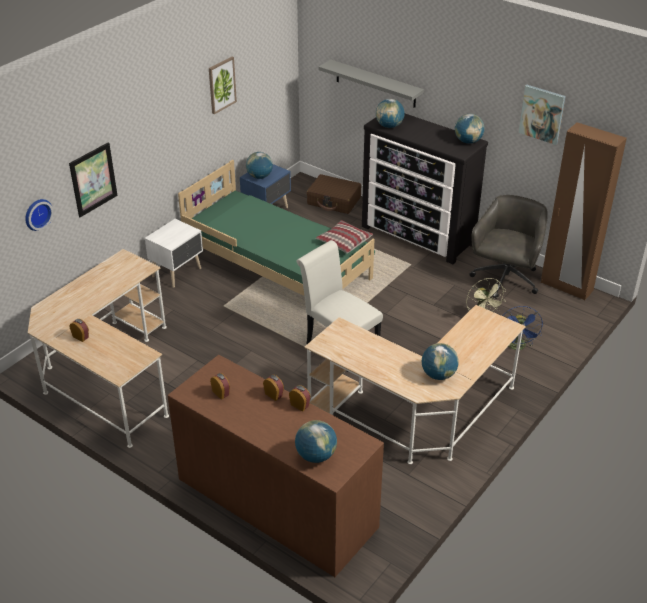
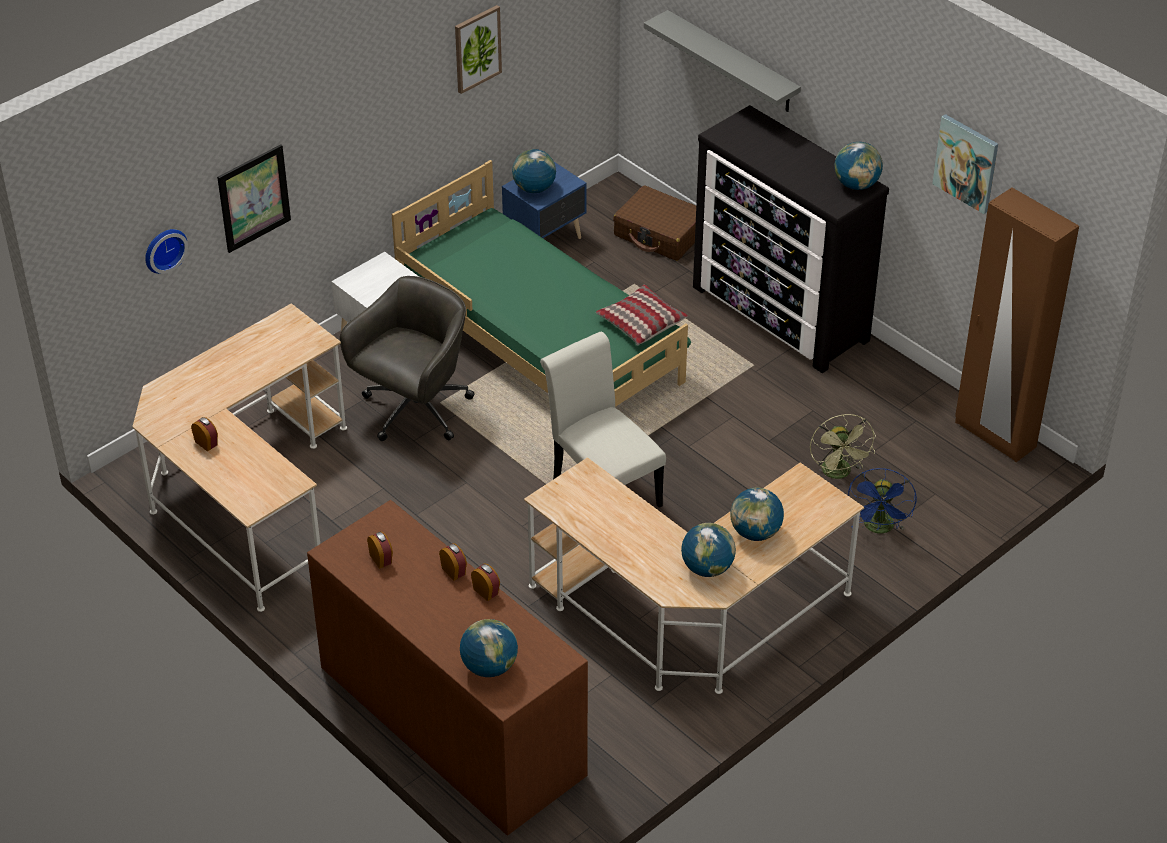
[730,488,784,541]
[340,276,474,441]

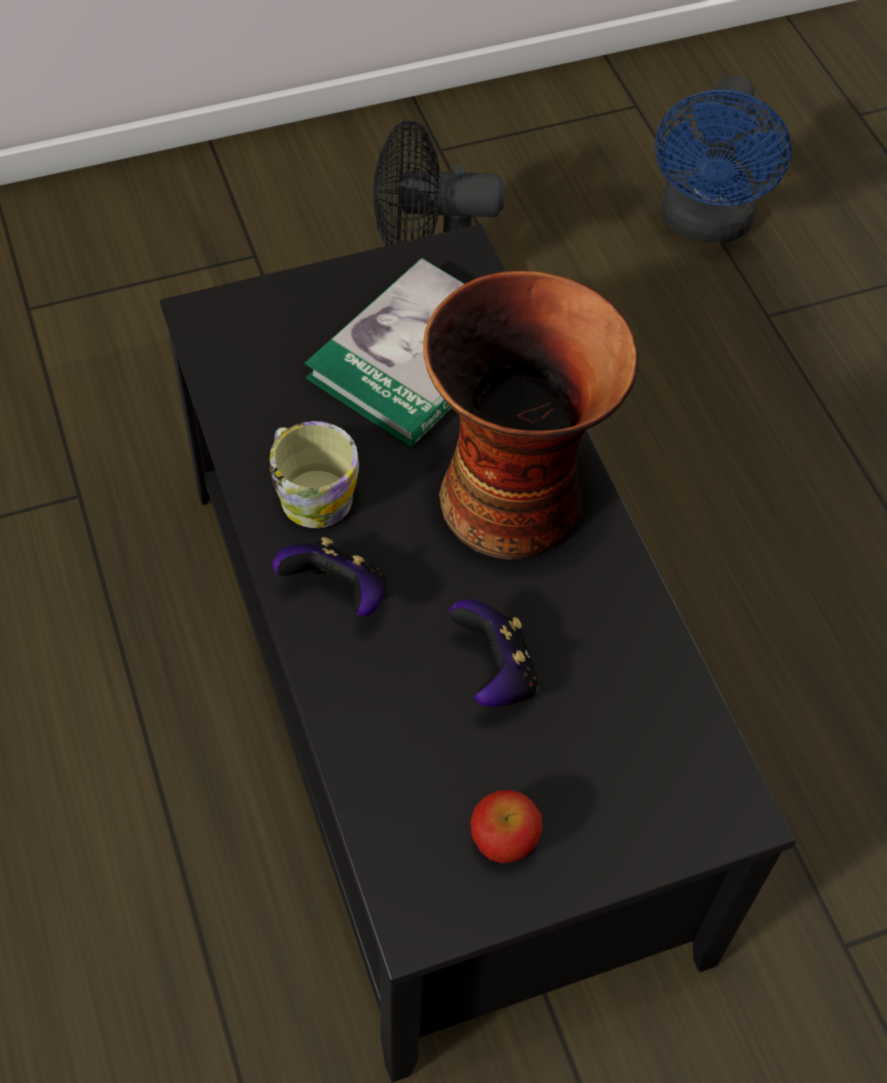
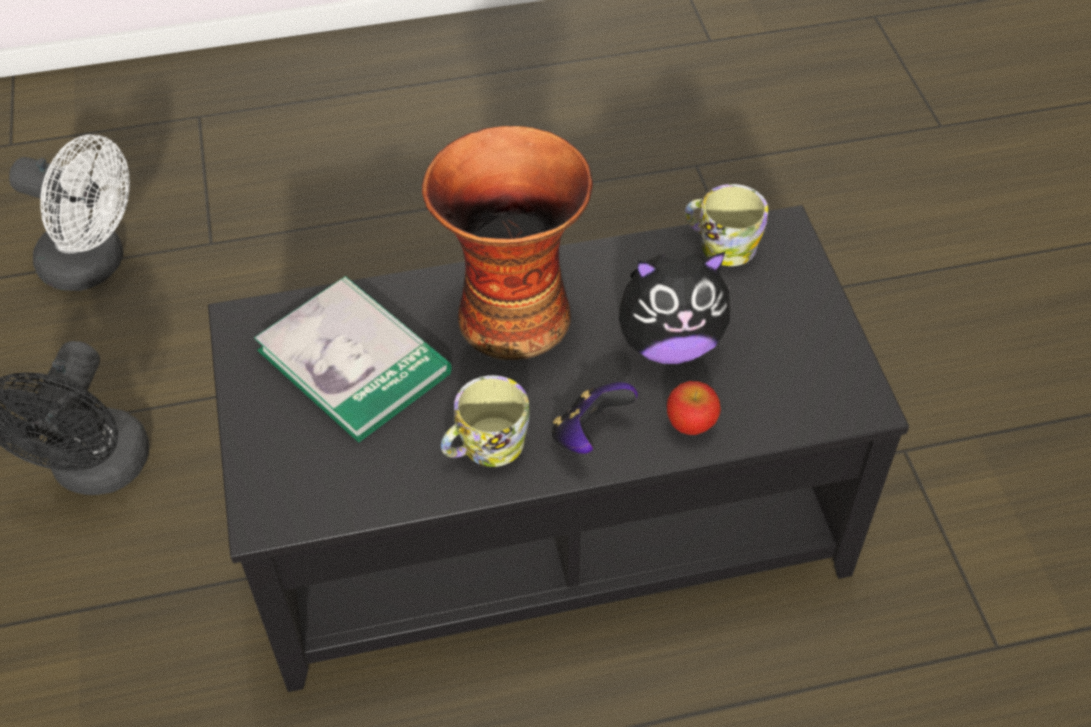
[619,251,731,364]
[667,381,721,435]
[9,135,130,291]
[685,184,768,266]

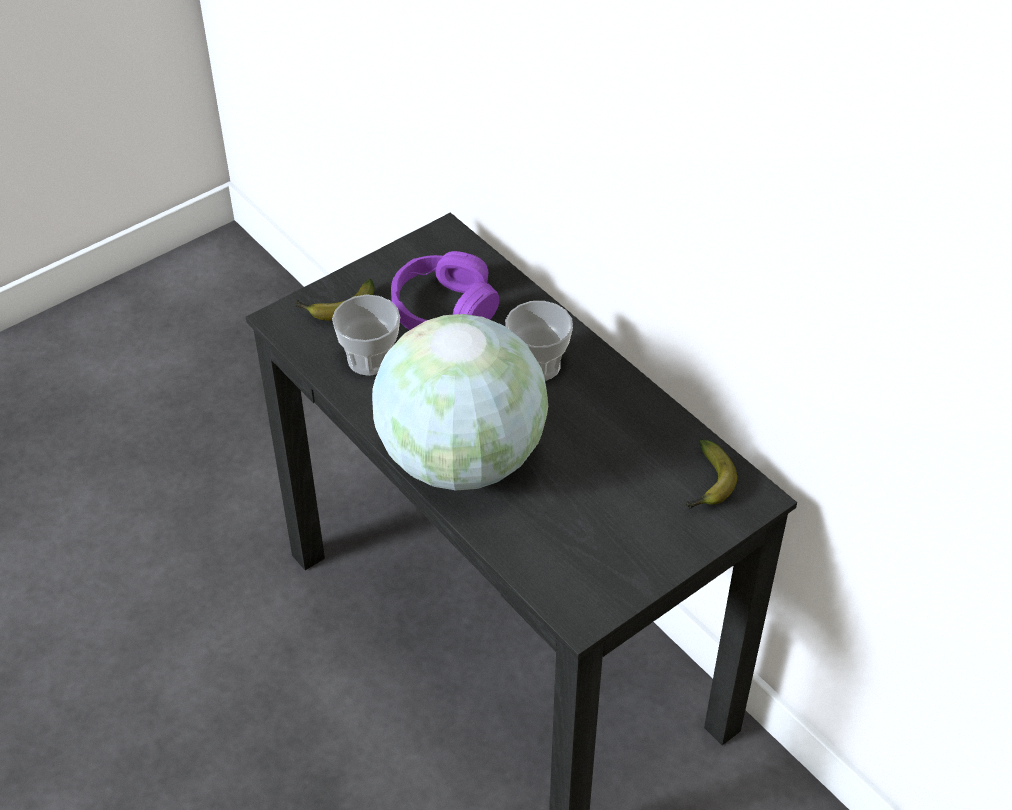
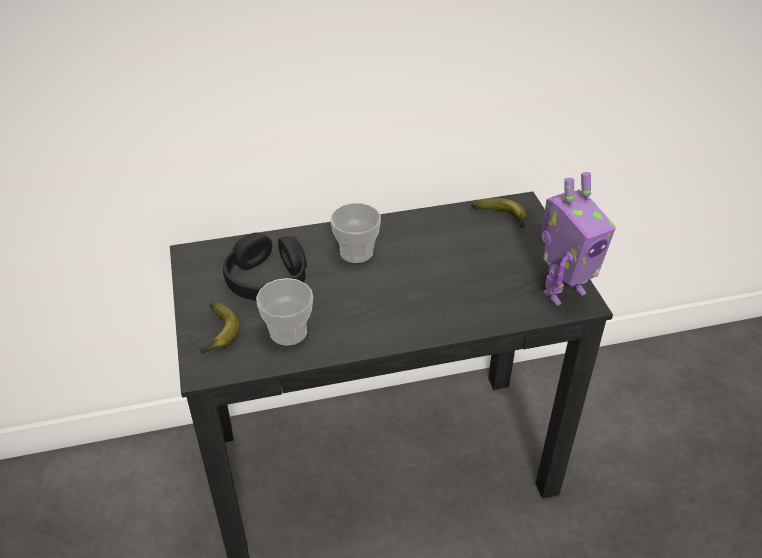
[372,314,548,490] (first image)
[223,233,307,300]
[541,172,616,306]

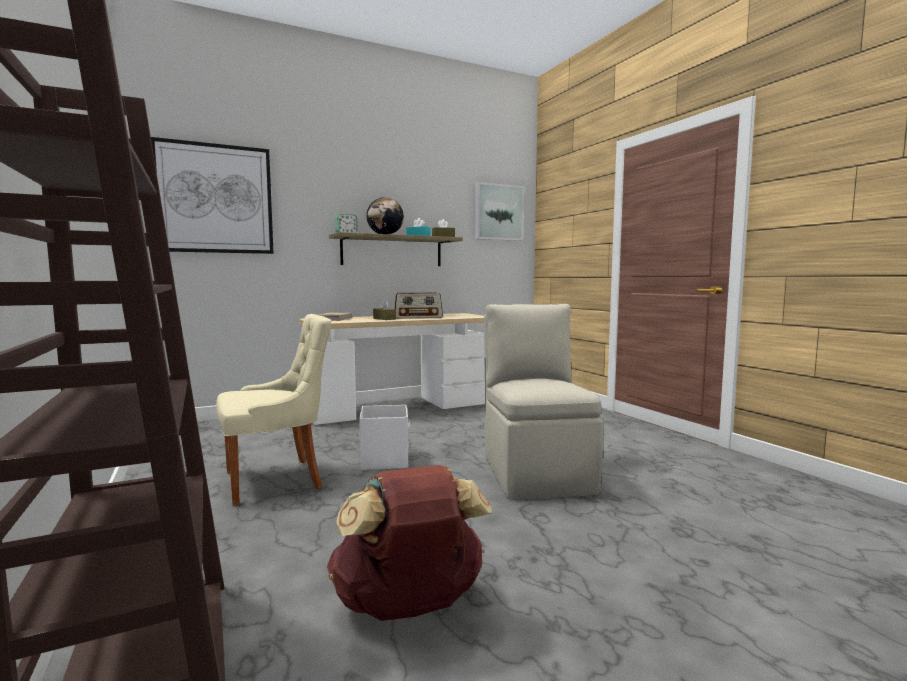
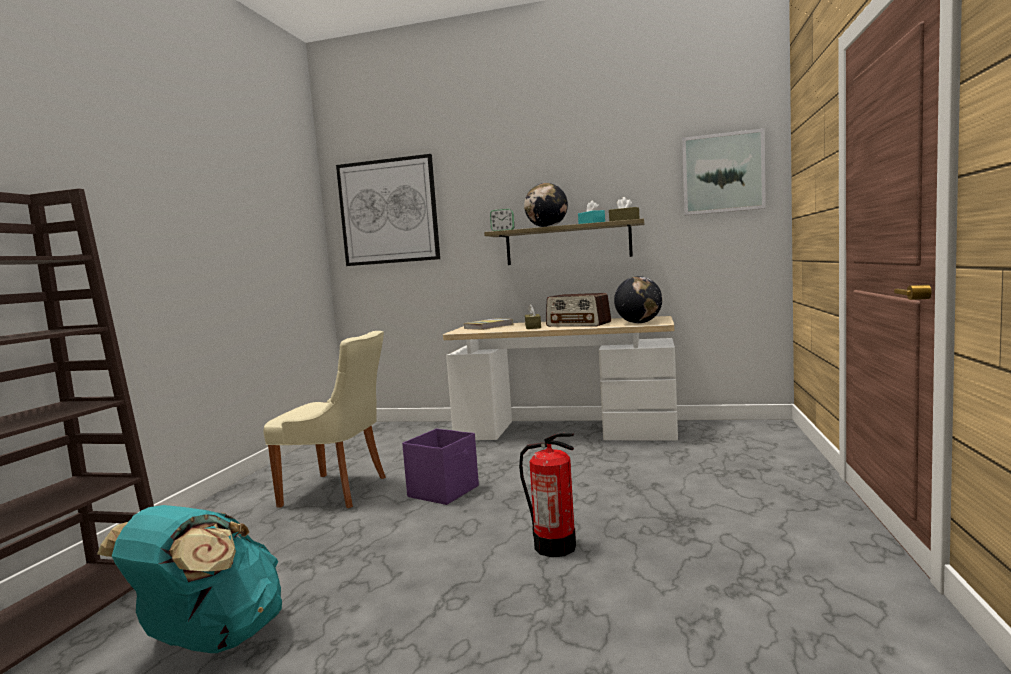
[97,505,282,653]
[402,428,479,505]
[519,433,576,557]
[614,276,662,323]

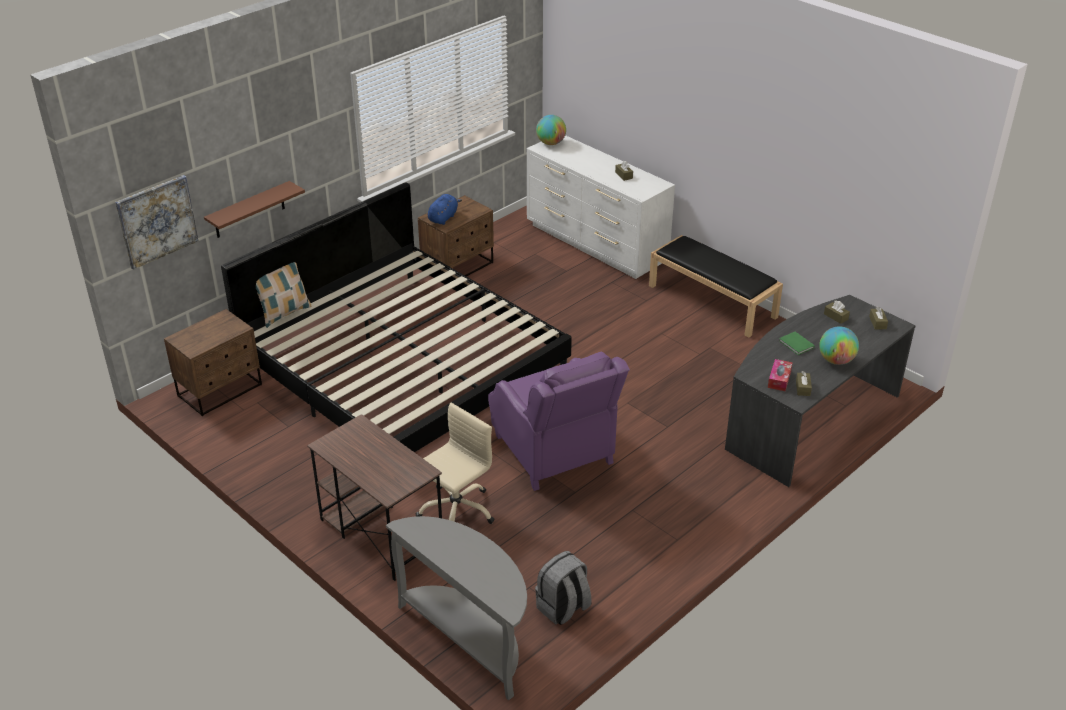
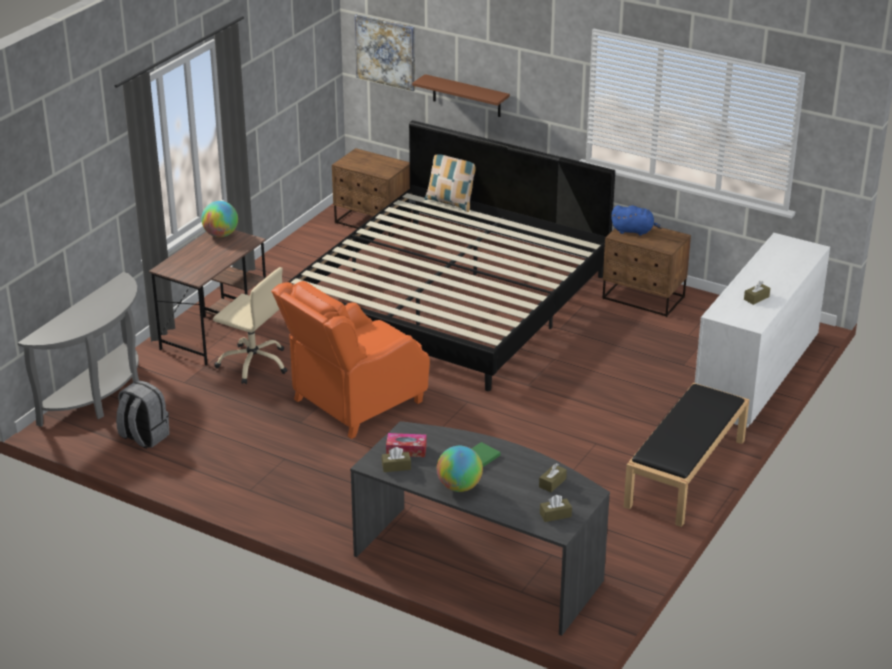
[271,281,430,439]
[201,201,238,237]

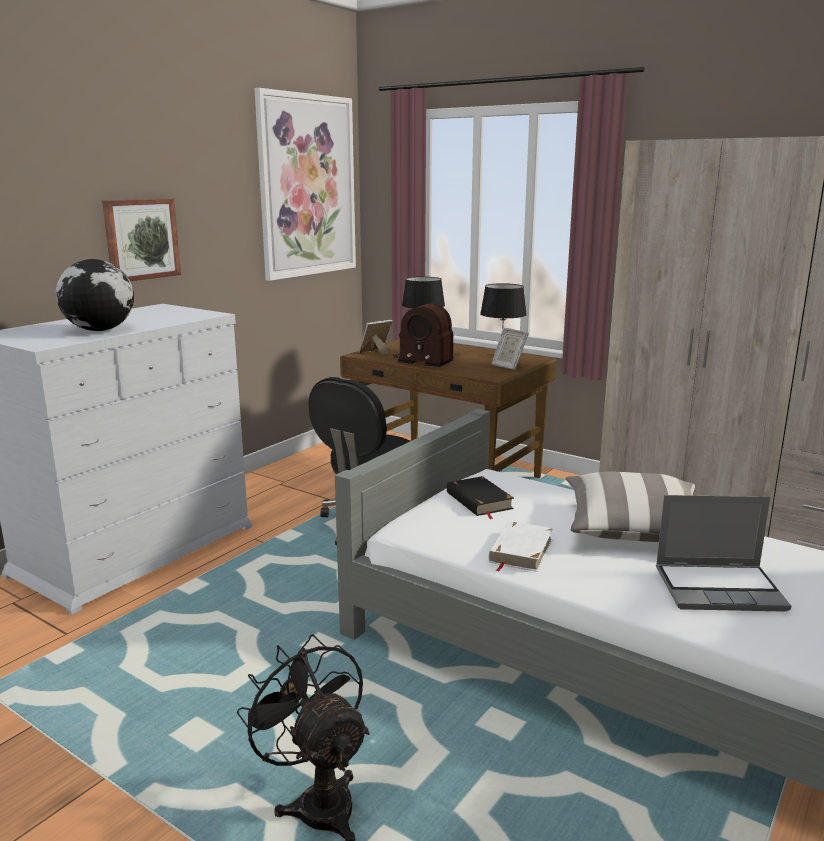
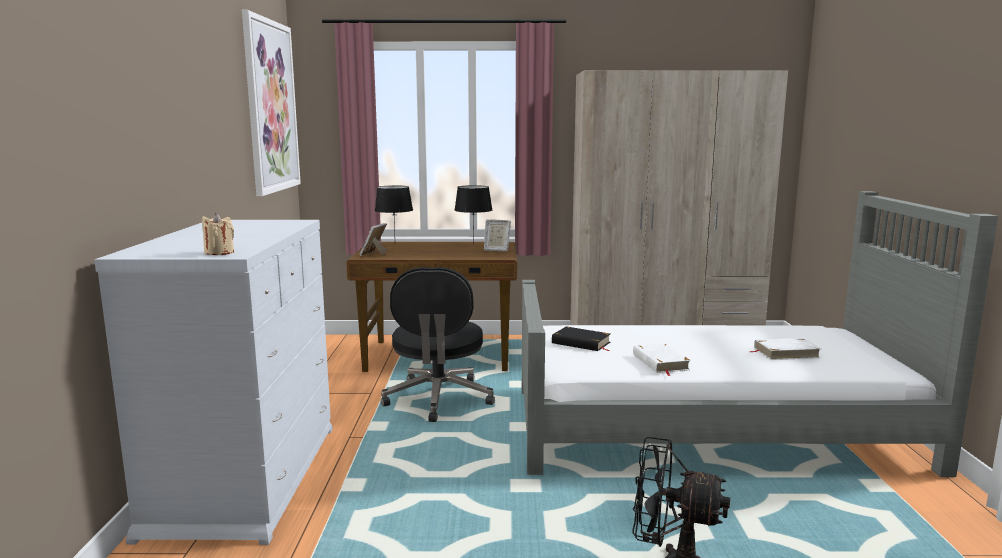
[56,259,134,331] (first image)
[102,198,181,281] (first image)
[393,303,454,367] (first image)
[566,471,695,542] (first image)
[749,338,821,360]
[202,213,234,255]

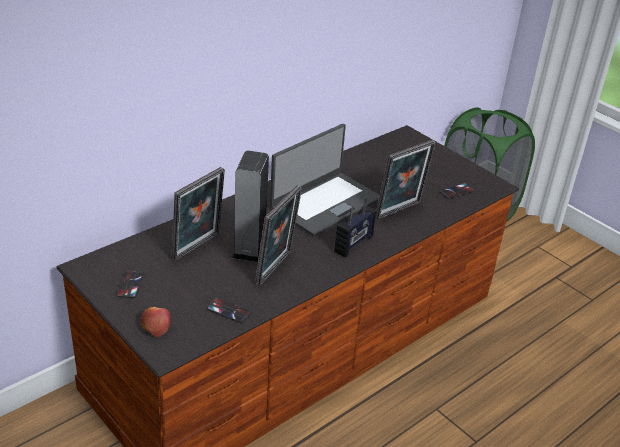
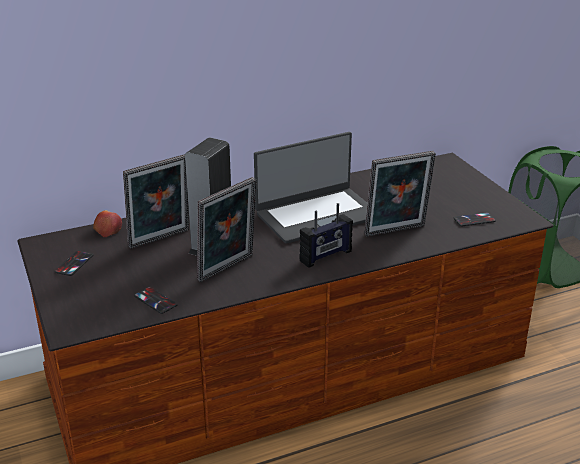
[93,210,122,237]

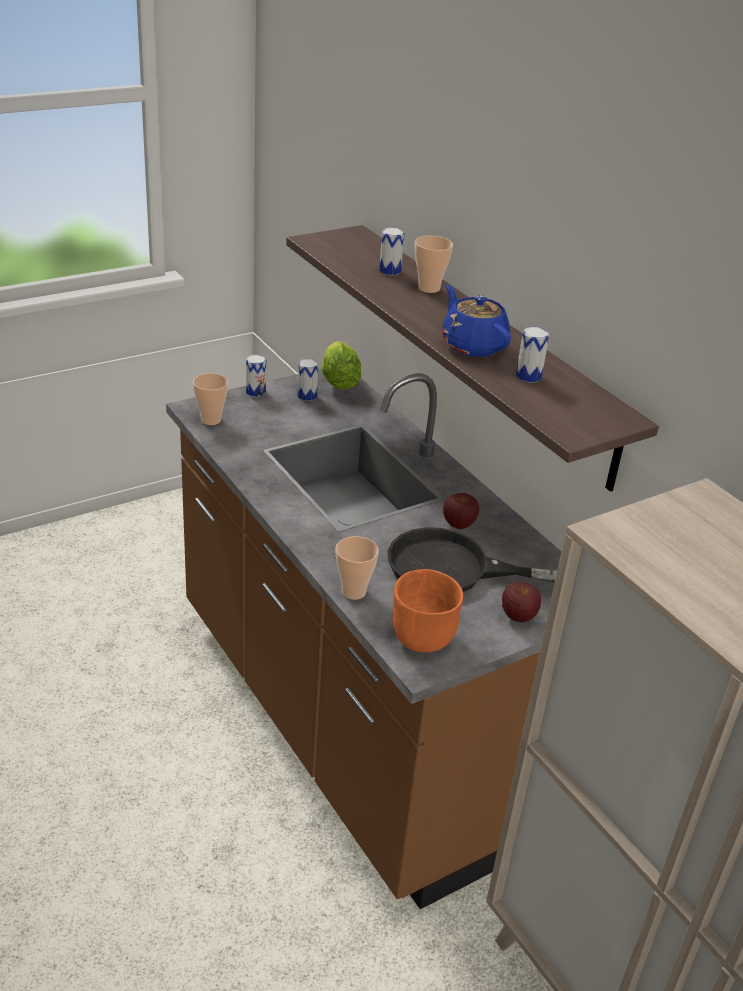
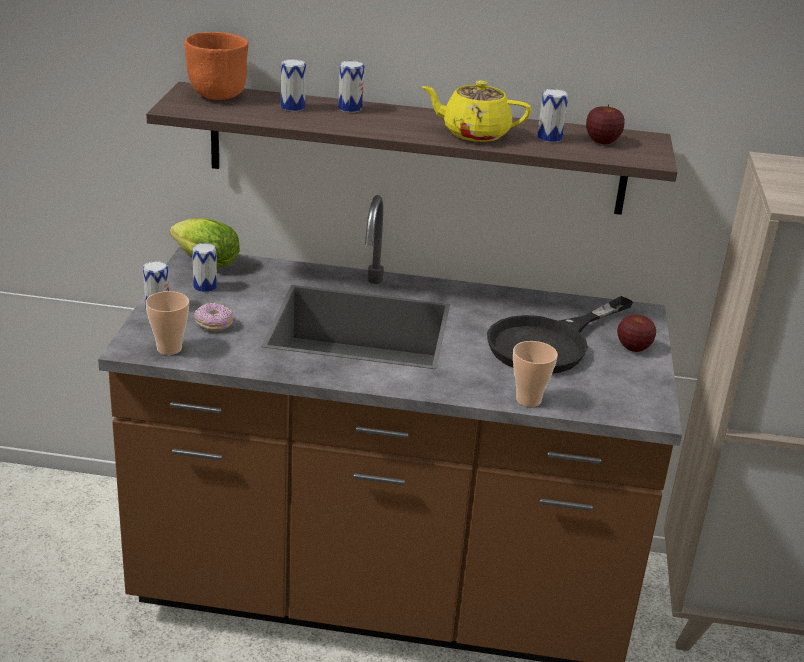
[185,32,248,100]
[338,60,364,112]
[421,81,531,142]
[586,104,625,144]
[194,302,233,332]

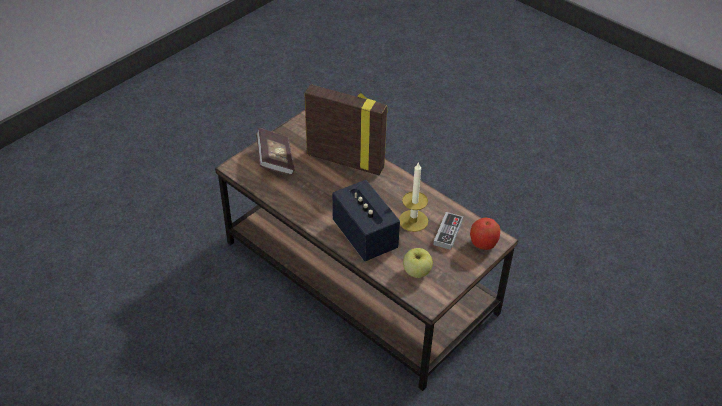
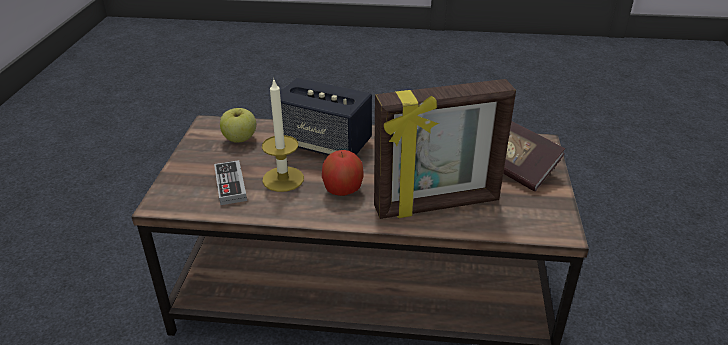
[322,150,364,196]

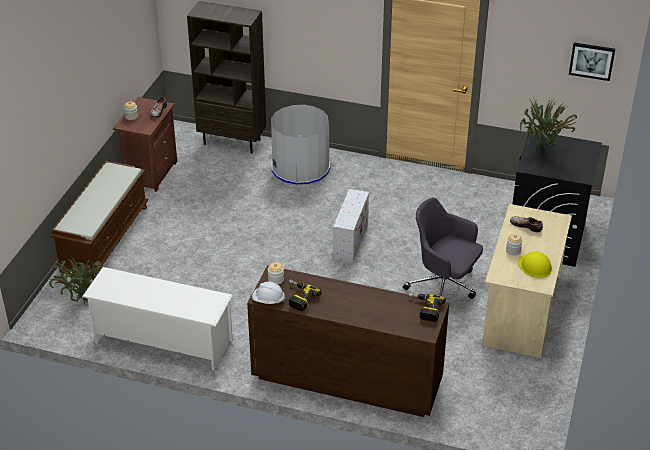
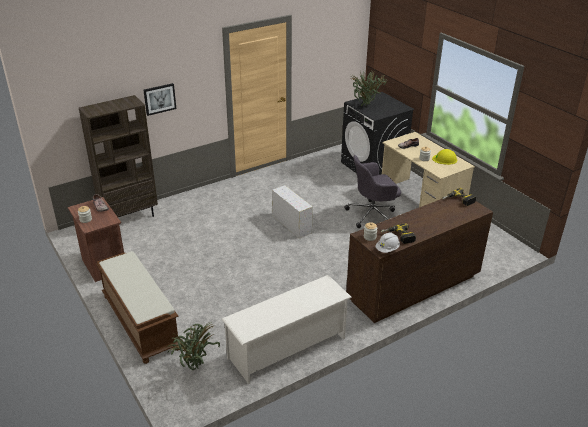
[271,105,330,186] (first image)
[143,83,176,116]

